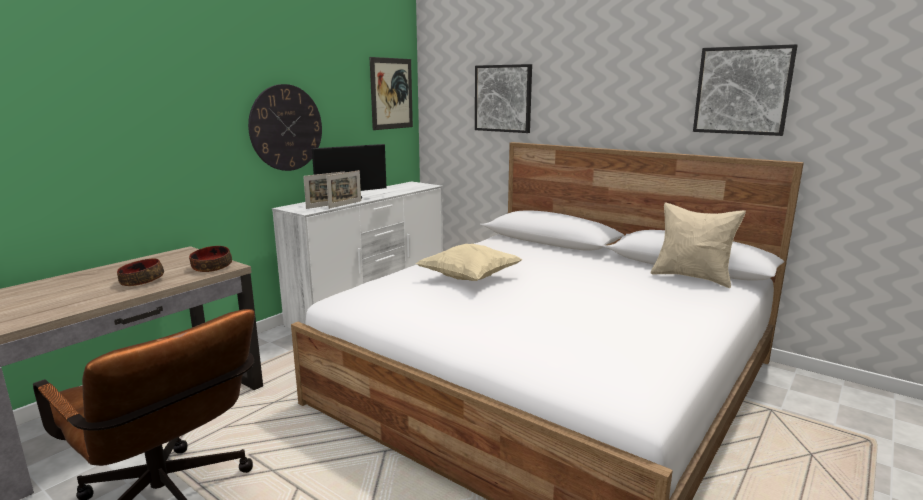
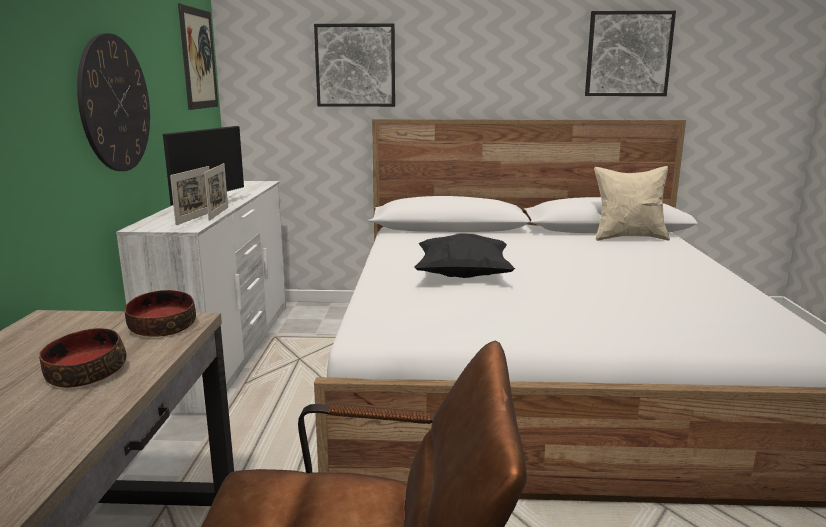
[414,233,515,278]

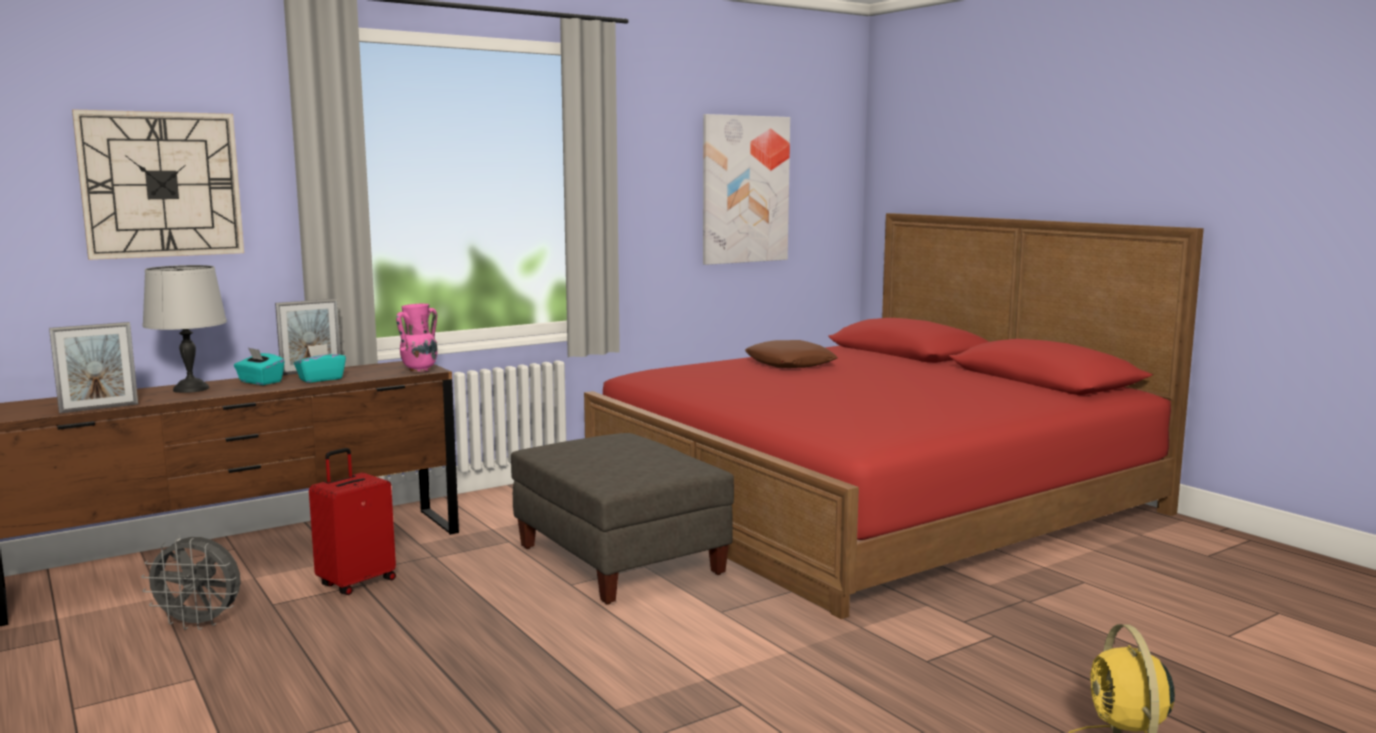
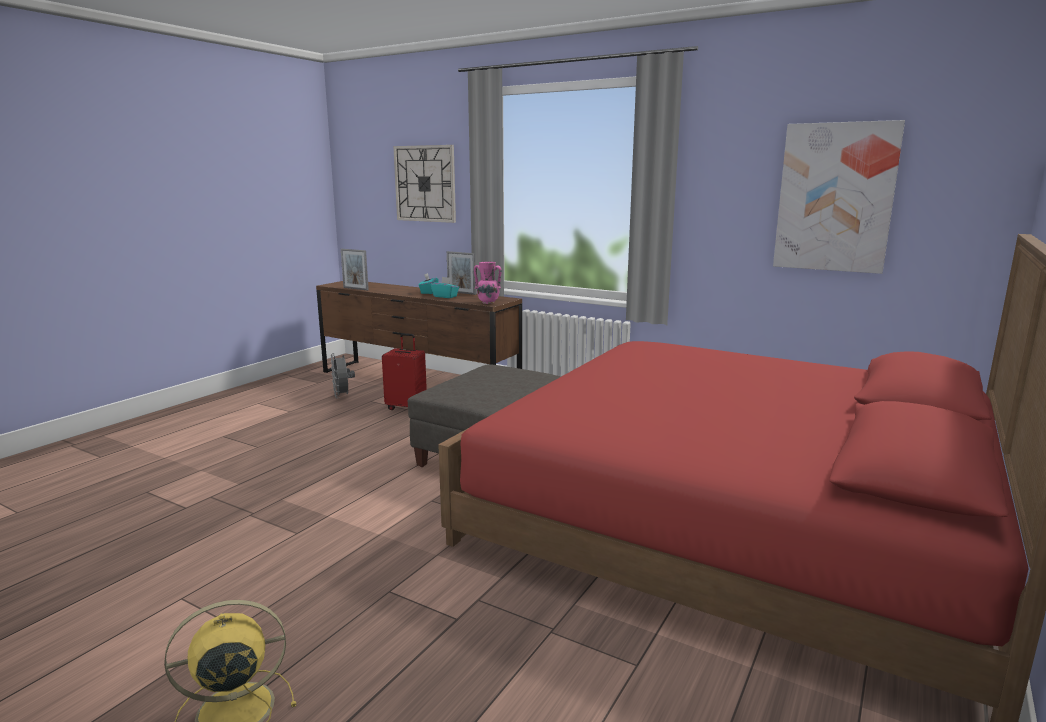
[142,265,227,393] (first image)
[745,340,838,368] (first image)

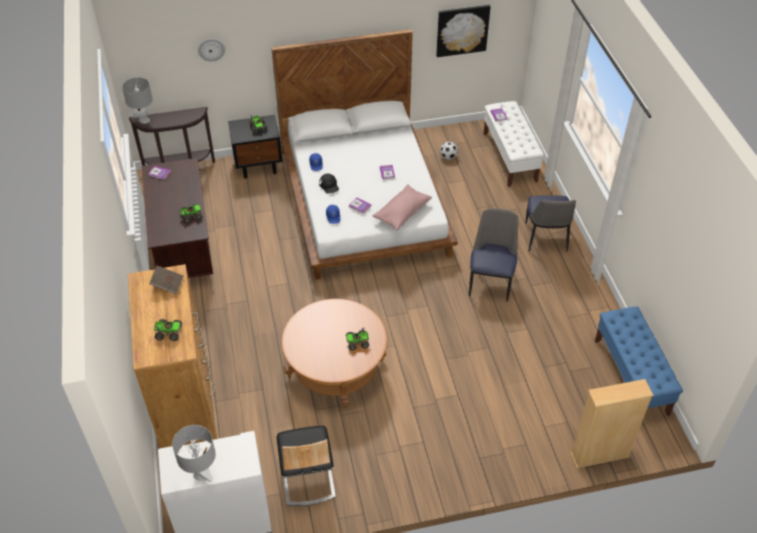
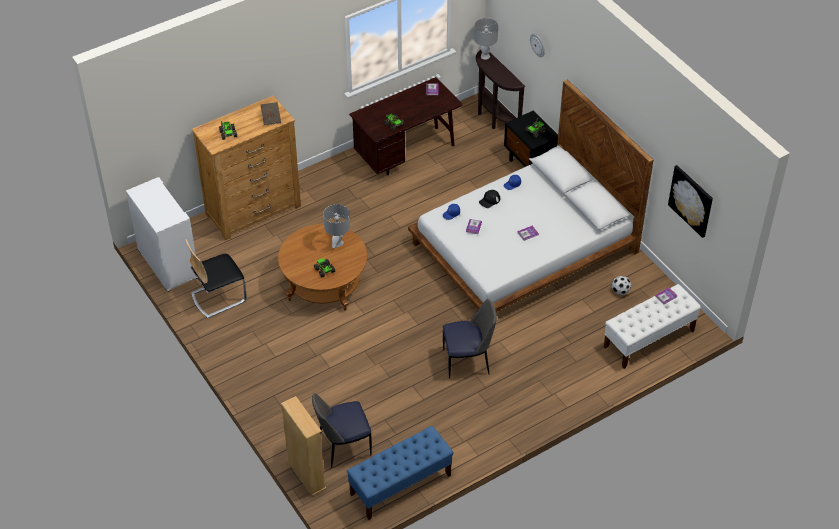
[323,204,350,248]
[372,184,432,230] (first image)
[312,393,372,468]

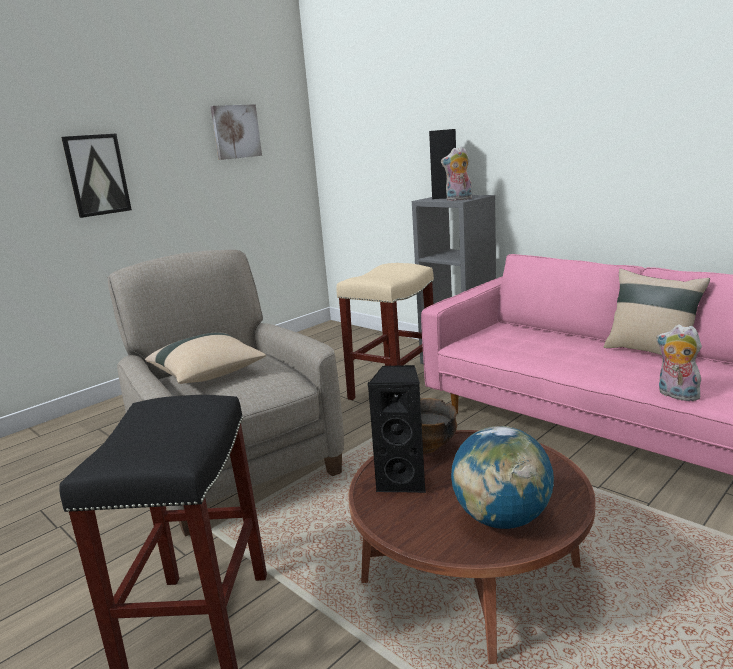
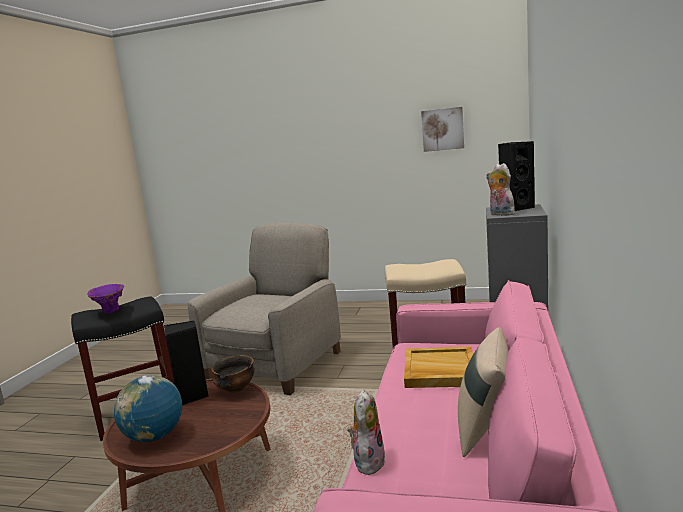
[61,134,132,218] (first image)
[145,332,266,384] (first image)
[87,284,124,313]
[404,346,473,388]

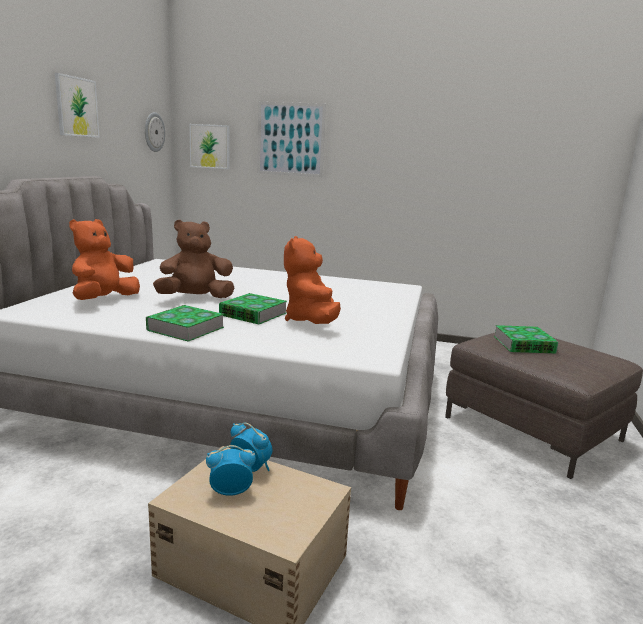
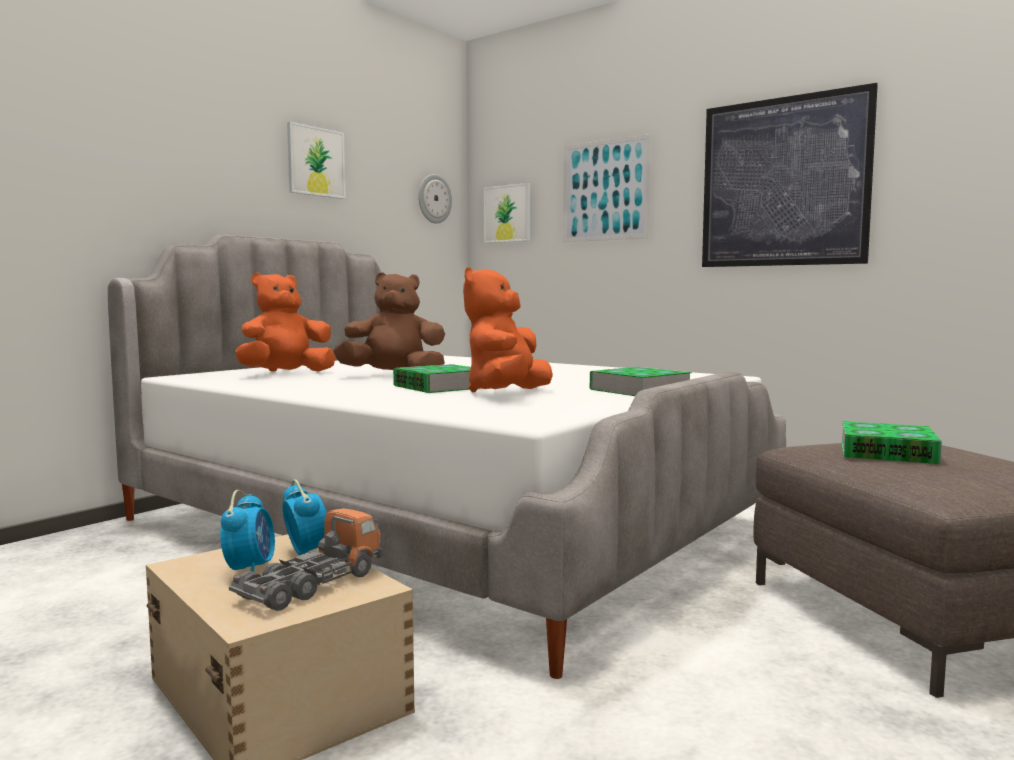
[590,367,692,396]
[220,490,275,572]
[229,508,384,611]
[702,83,878,267]

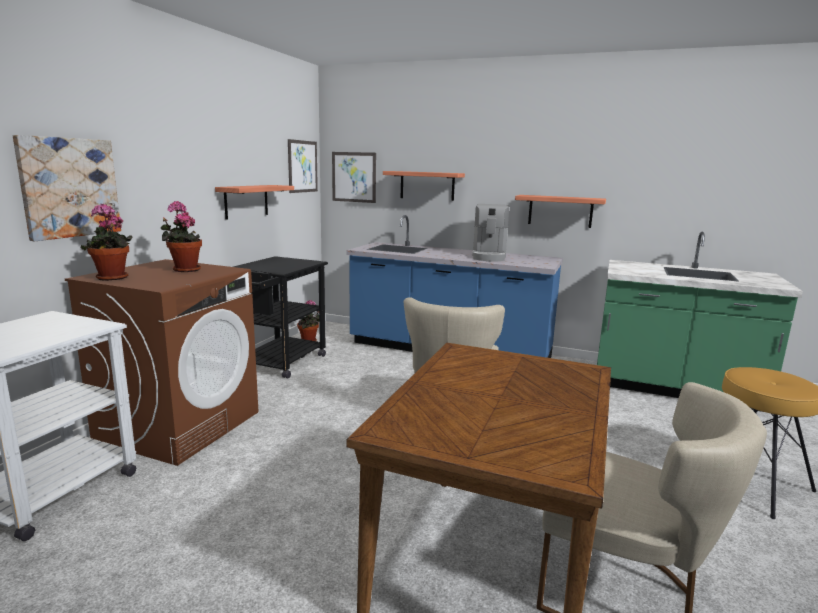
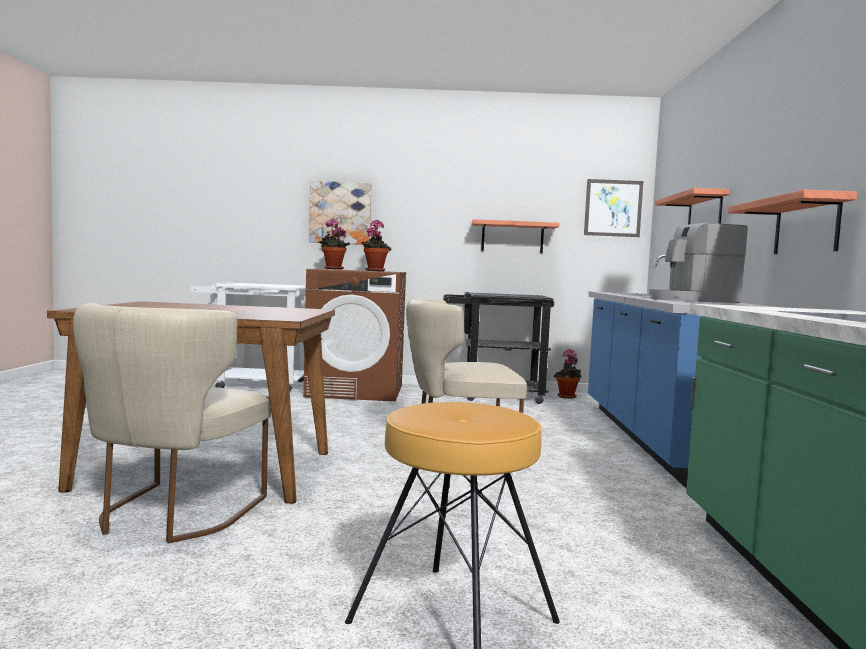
[332,152,376,203] (first image)

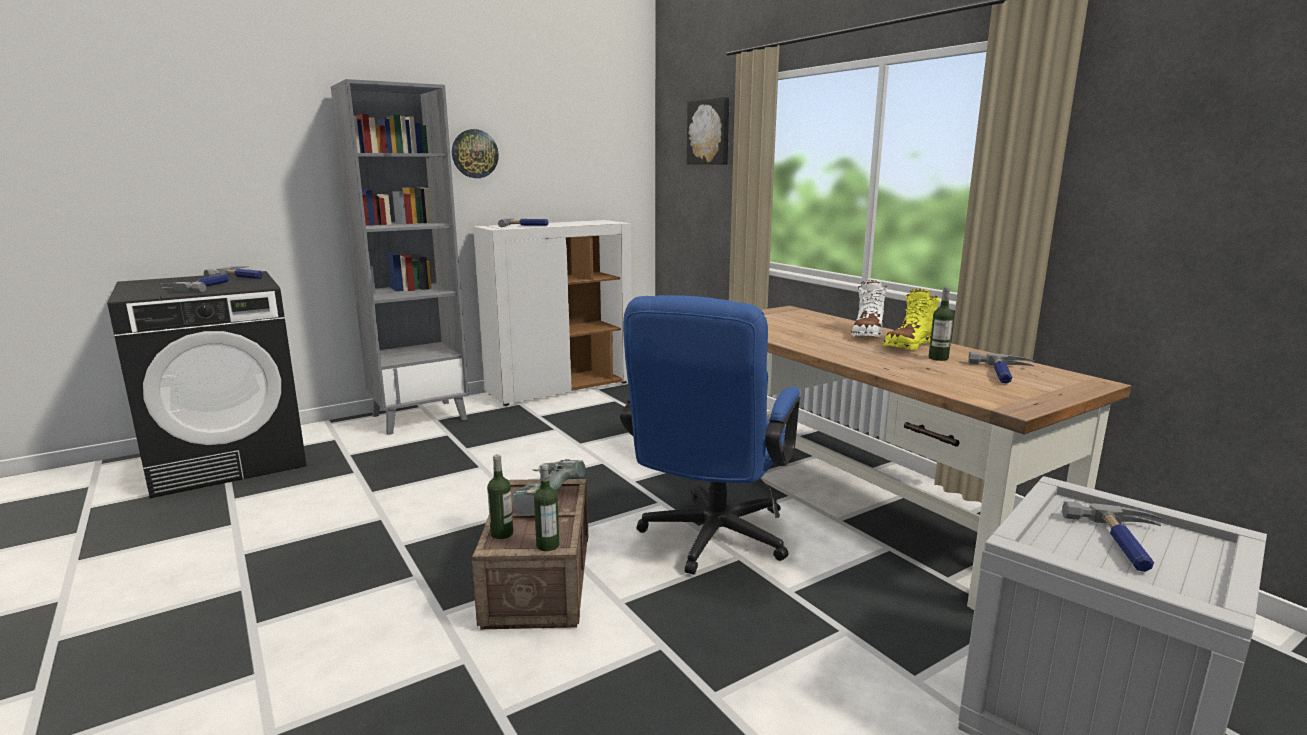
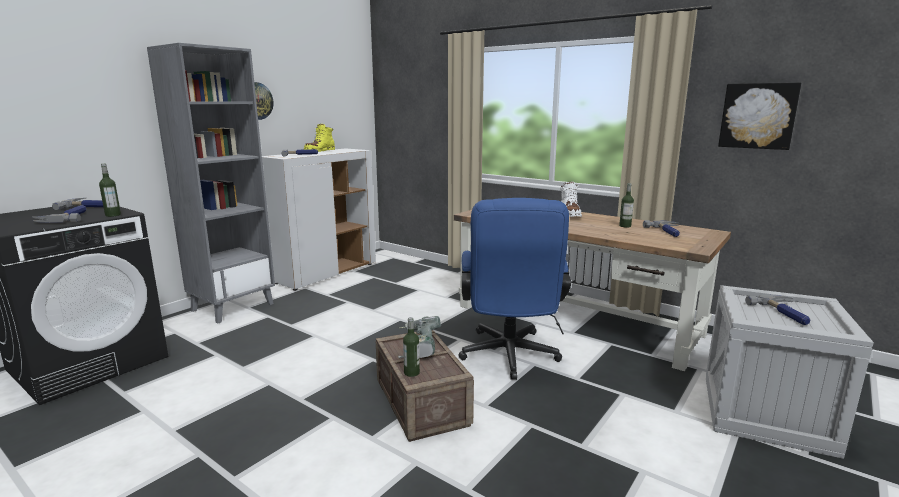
[99,164,121,217]
[718,83,802,150]
[304,124,335,152]

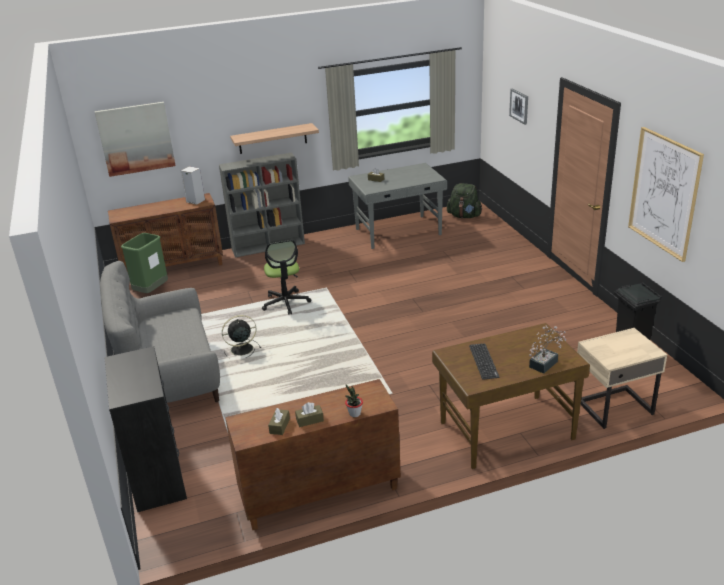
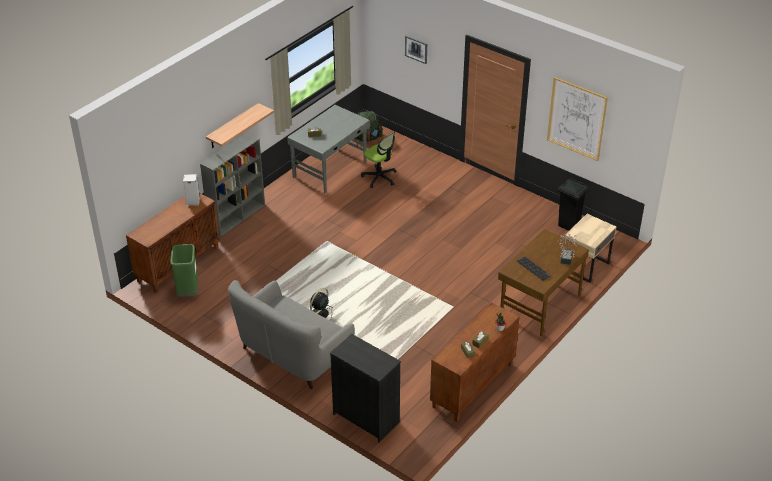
[94,102,176,177] (first image)
[361,131,397,188]

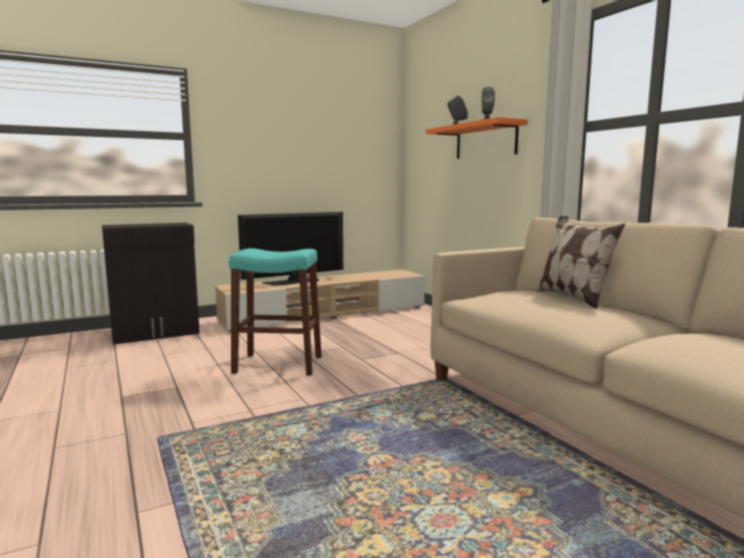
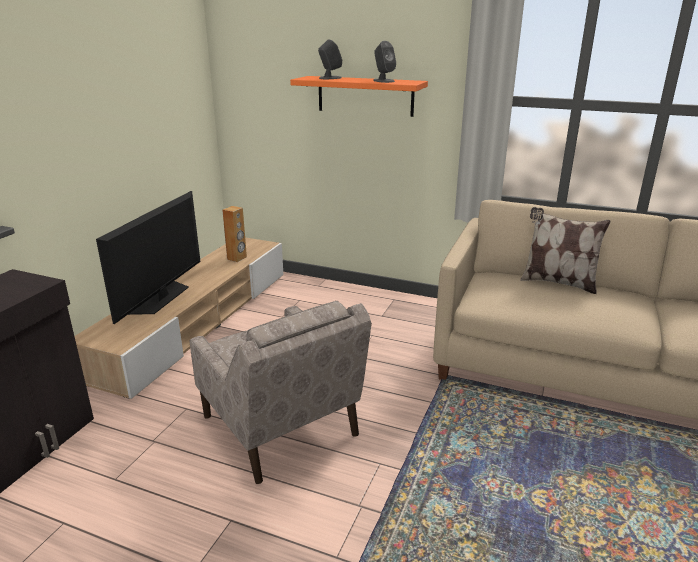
[190,301,372,484]
[222,206,247,262]

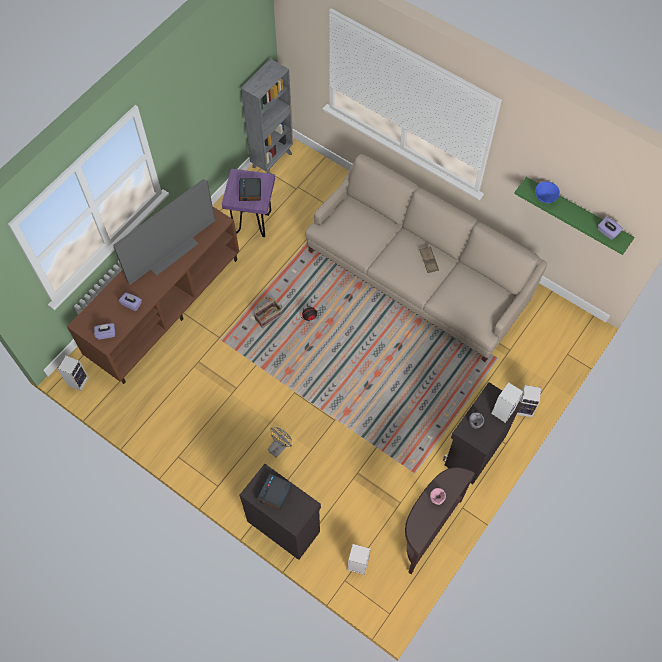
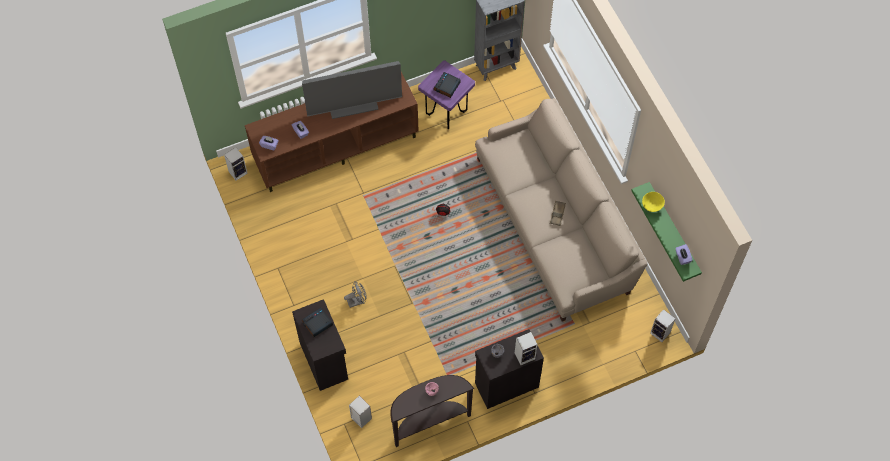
[253,297,282,328] (first image)
[650,309,676,342]
[642,192,665,212]

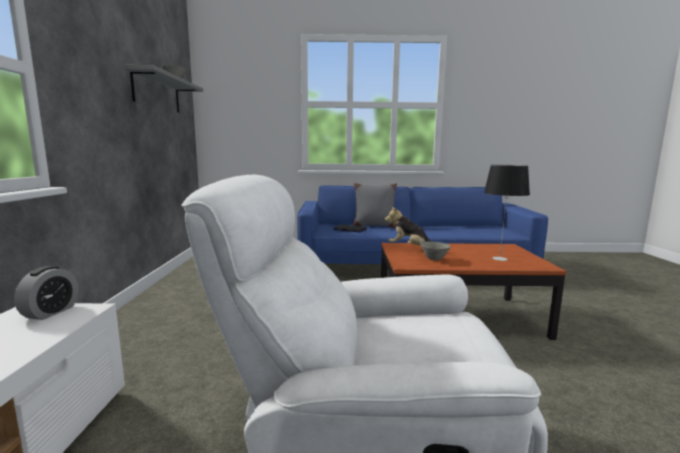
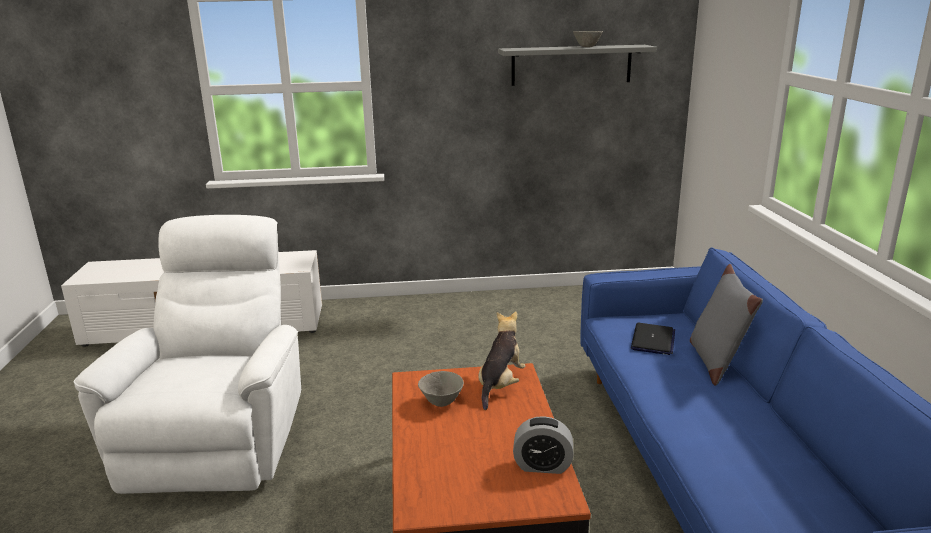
[513,416,573,474]
[484,165,530,261] (first image)

